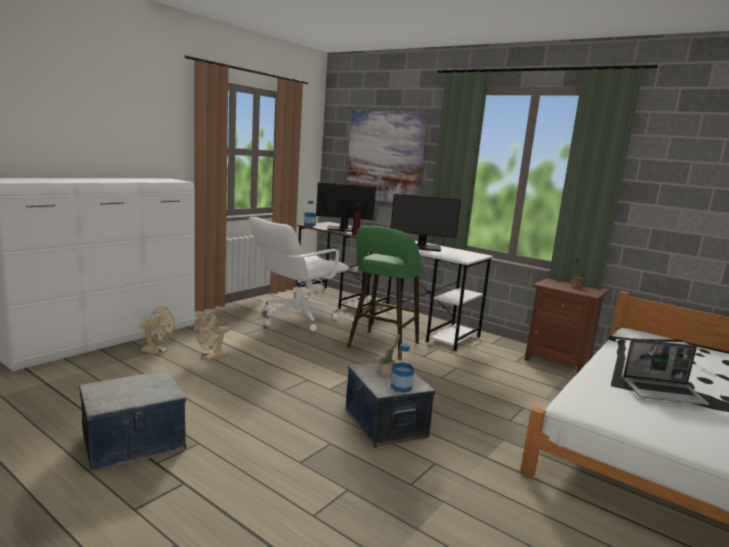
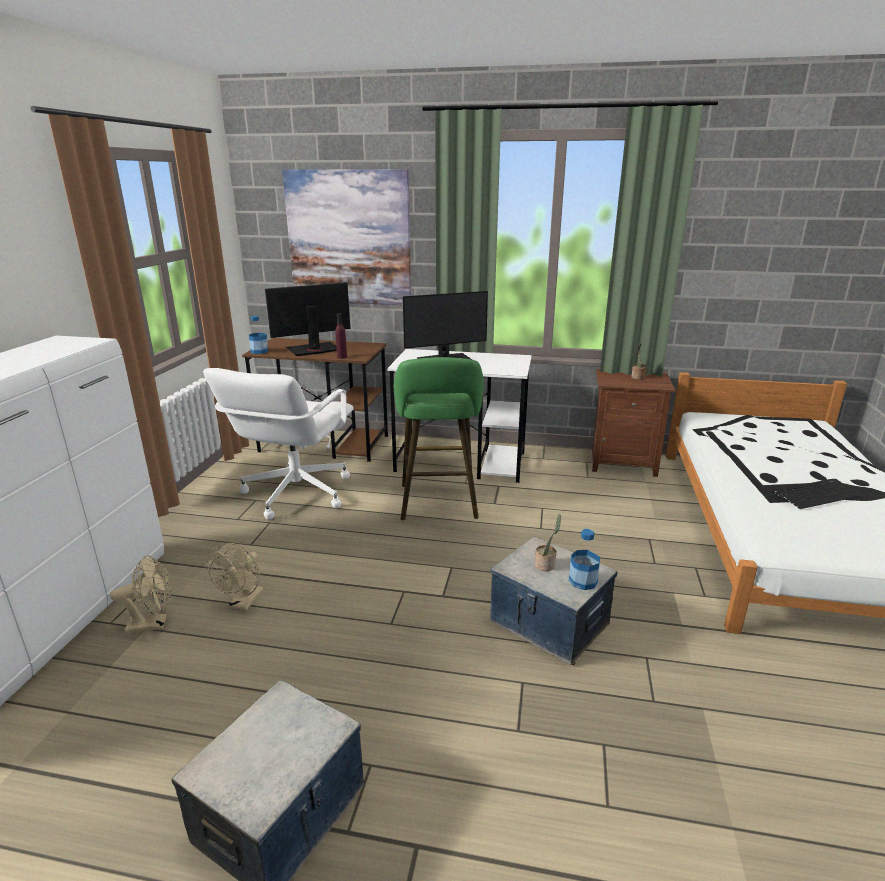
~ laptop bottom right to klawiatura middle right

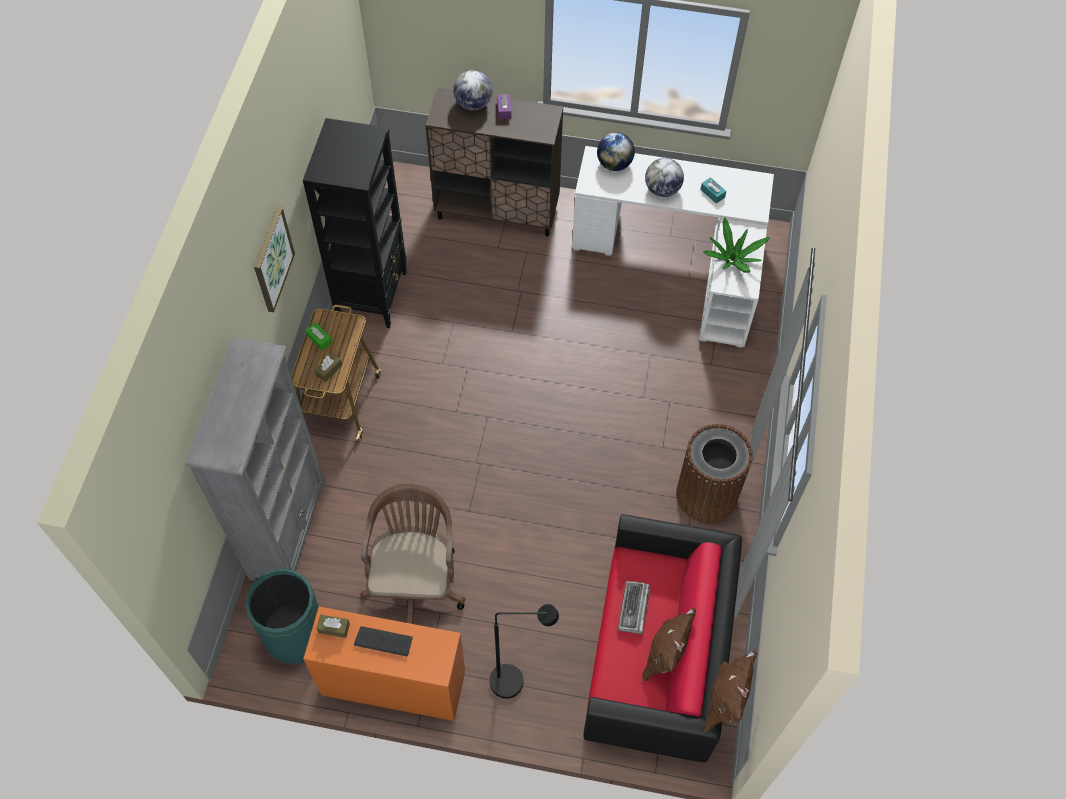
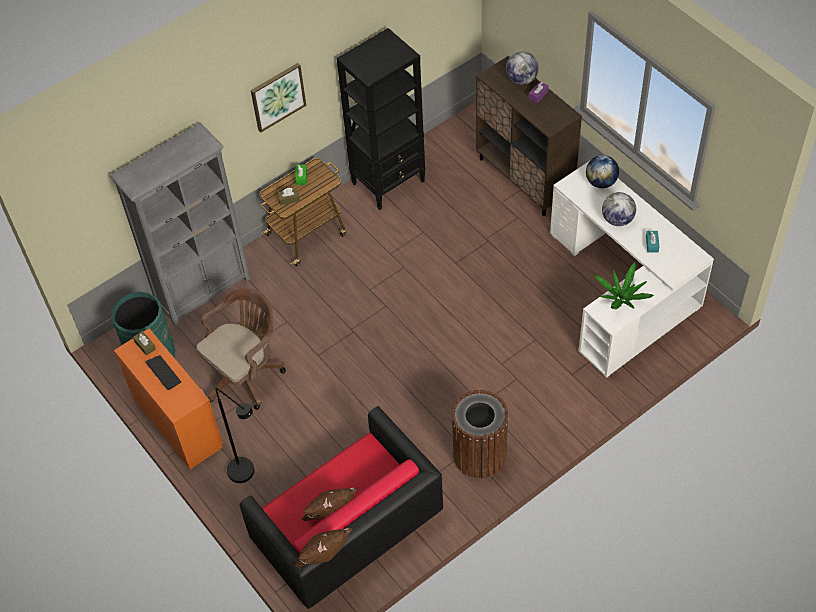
- klawiatura (no. 2 from left) bottom centre

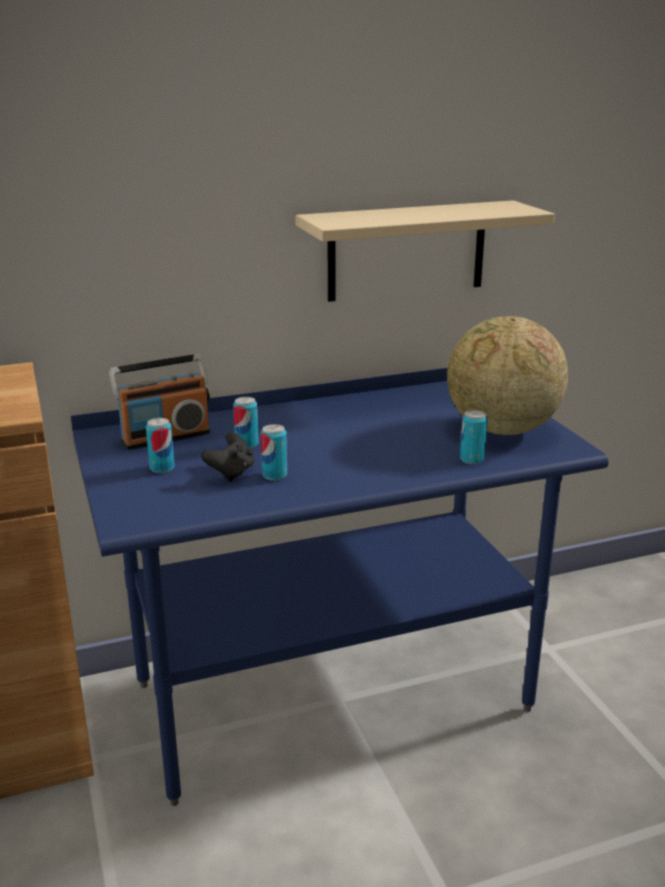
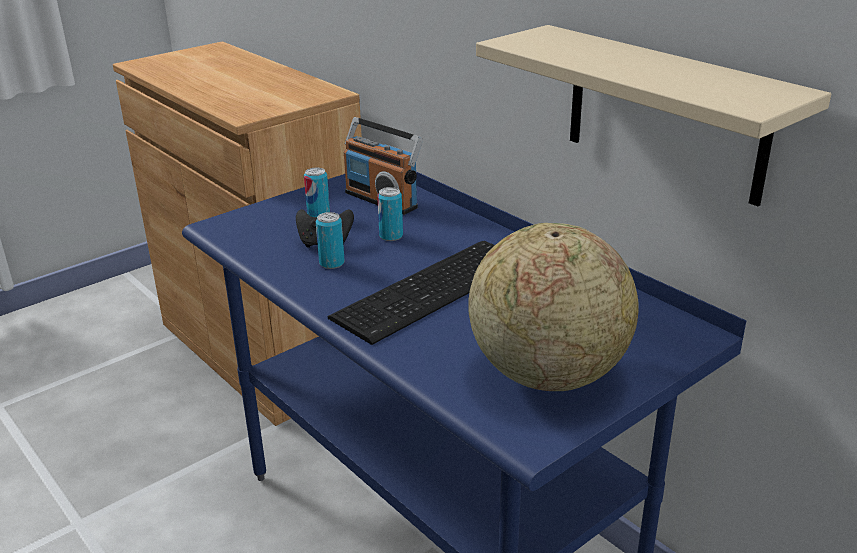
+ klawiatura centre
- puszka (no. 4 from left) middle right

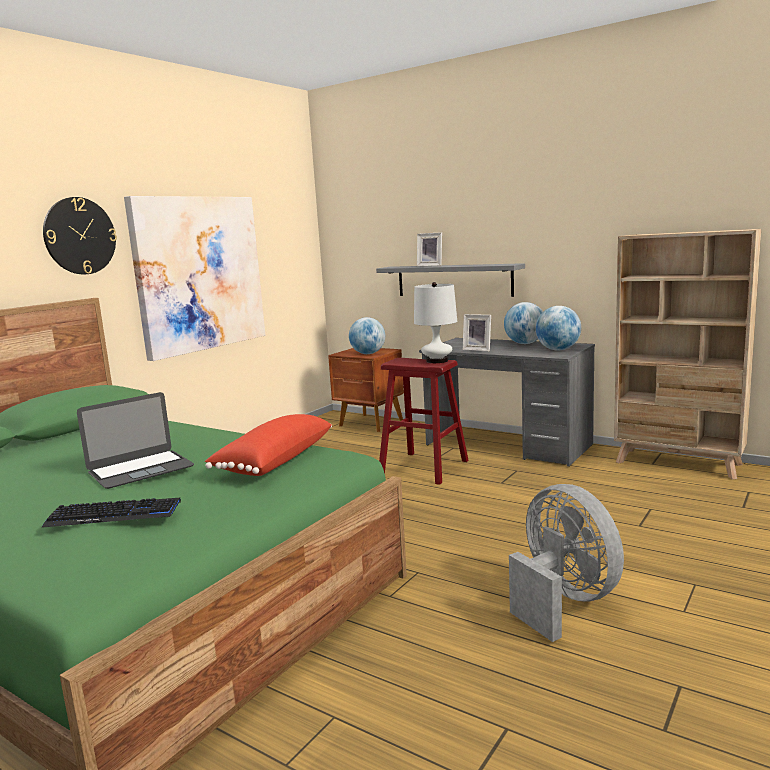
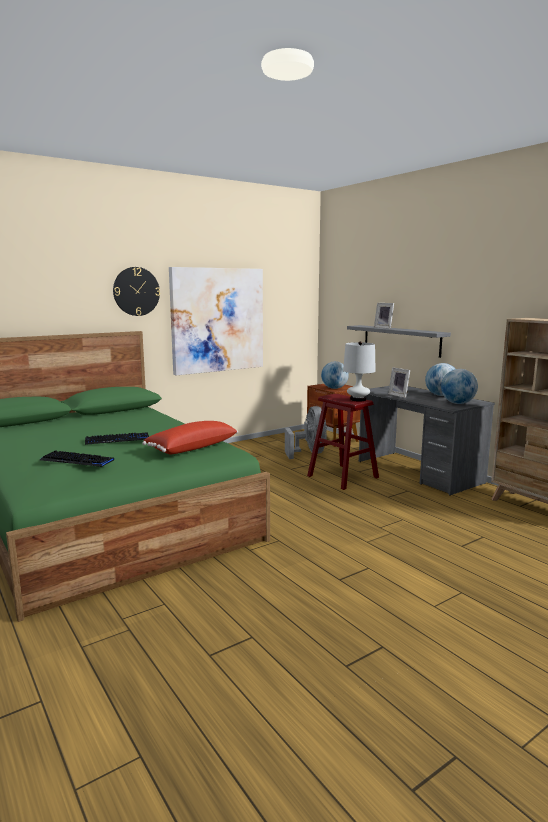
~ laptop middle left to klawiatura (no. 2 from left) middle left
~ wentylator/szary bottom right to centre

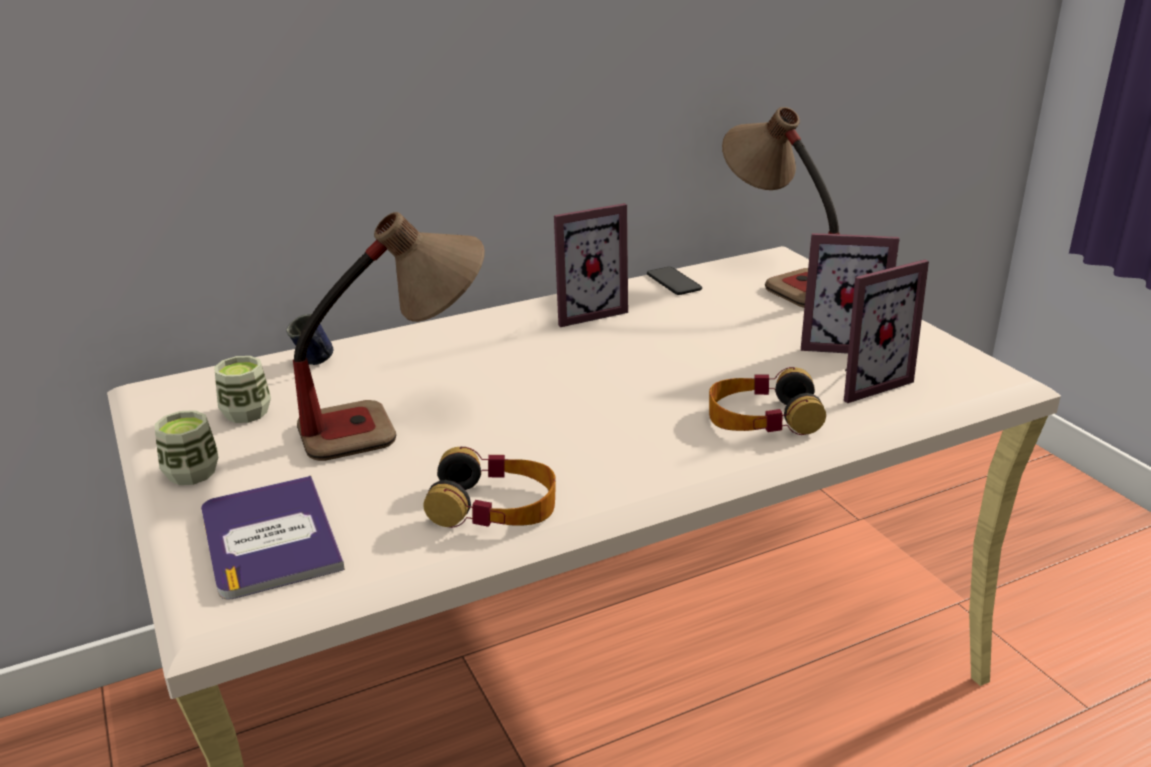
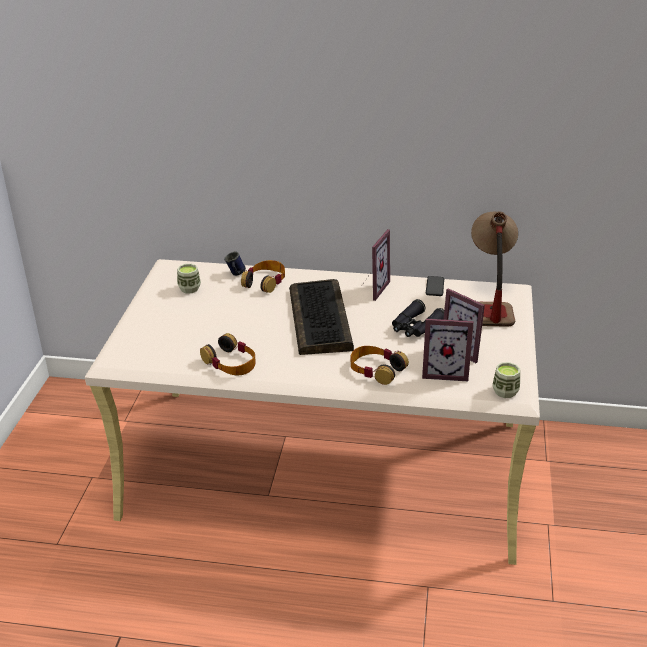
+ słuchawki (no. 2 from left) centre
+ klawiatura centre
~ ramka na zdjęcie (no. 1 from left) centre = centre 75 degrees counterclockwise
+ lornetka/czarny centre
~ filiżanka (no. 1 from left in the first image) middle left to filiżanka (no. 2 from left) middle right
- książka bottom left
- lampa stołowa (no. 1 from left) centre

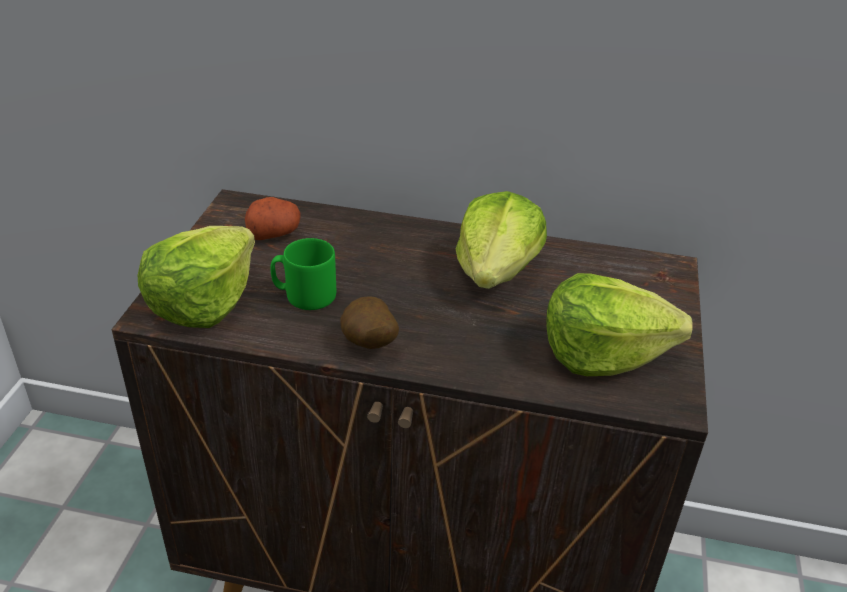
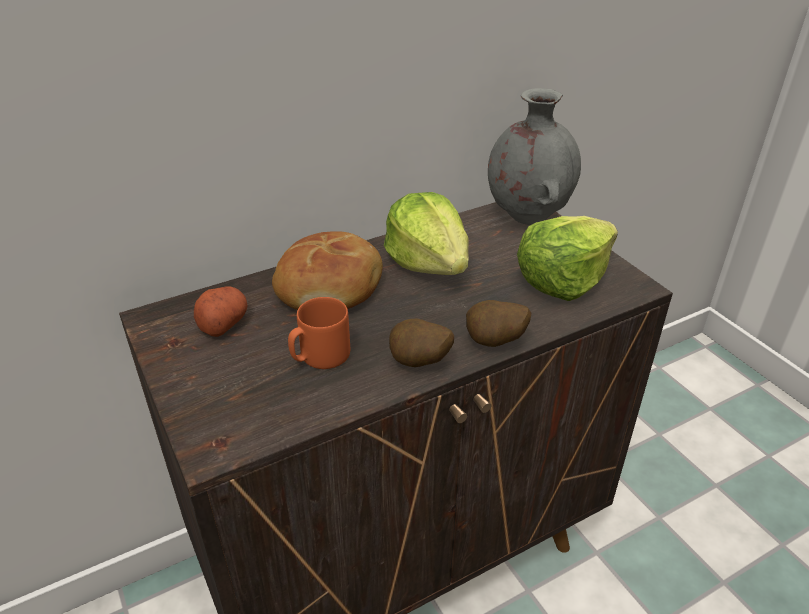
+ chleb centre
~ kubek/zielony centre to kubek/pomarańczowy centre
+ ziemniak (no. 3 from left) centre
+ wazon/szary top centre
- sałata (no. 1 from left) middle left

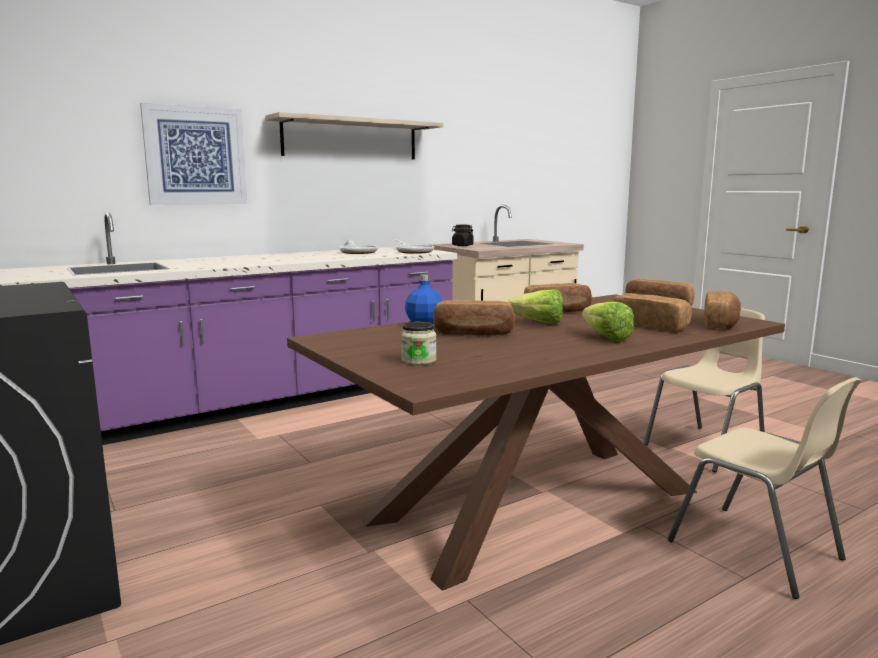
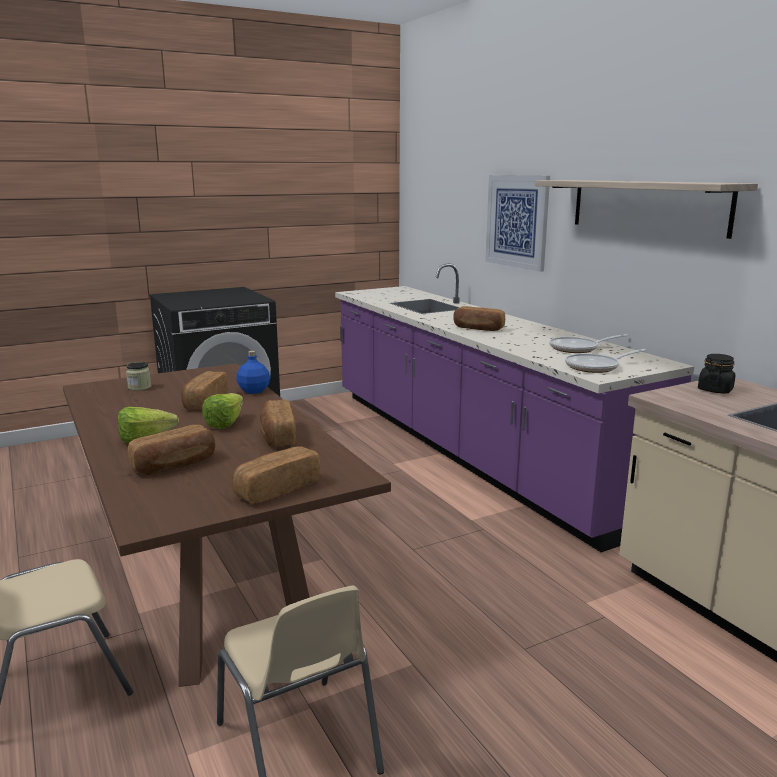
~ chleb (no. 5 from left) middle right to centre

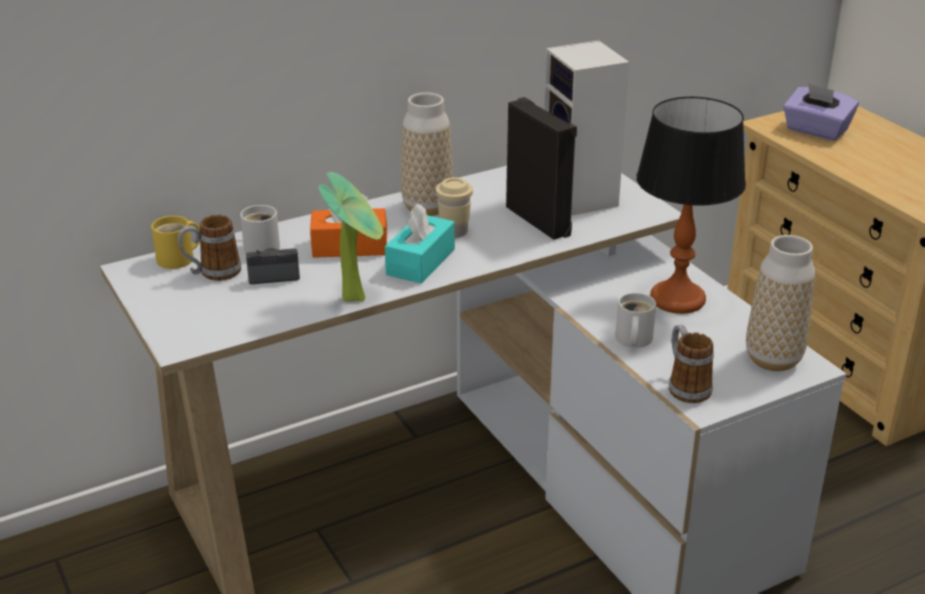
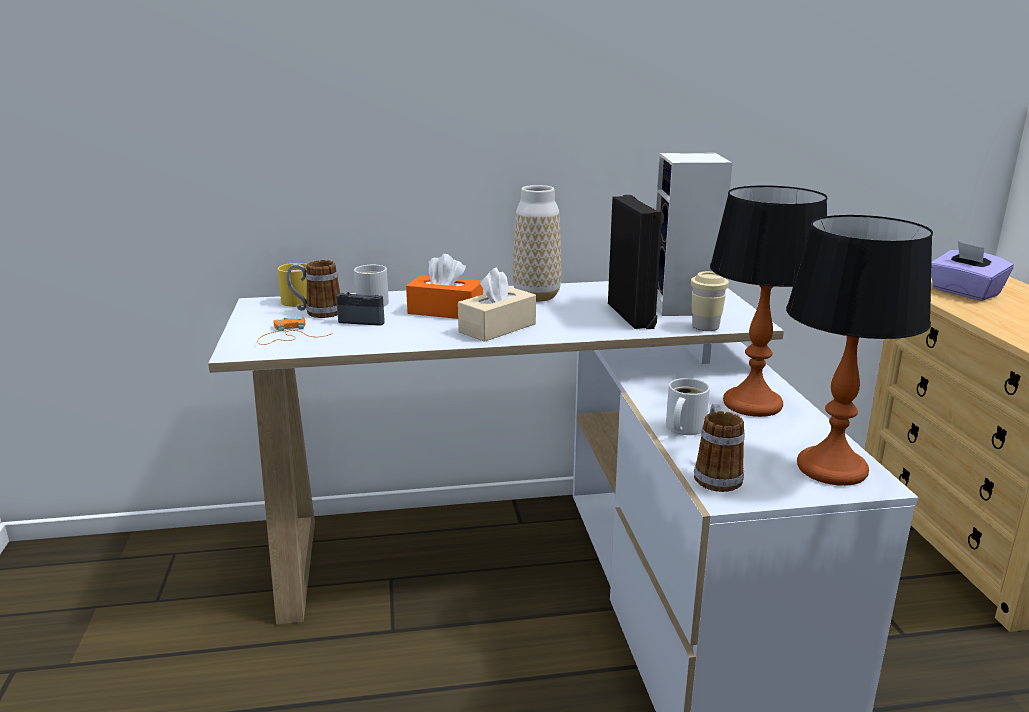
+ pad do gier/pomarańczowy middle left
~ pudełko chusteczek/turkusowy centre to pudełko chusteczek/beżowy centre
~ filiżanka/beżowy centre to middle right
~ wazon (no. 2 from left) middle right to lampa stołowa (no. 2 from left) middle right
- roślina doniczkowa centre

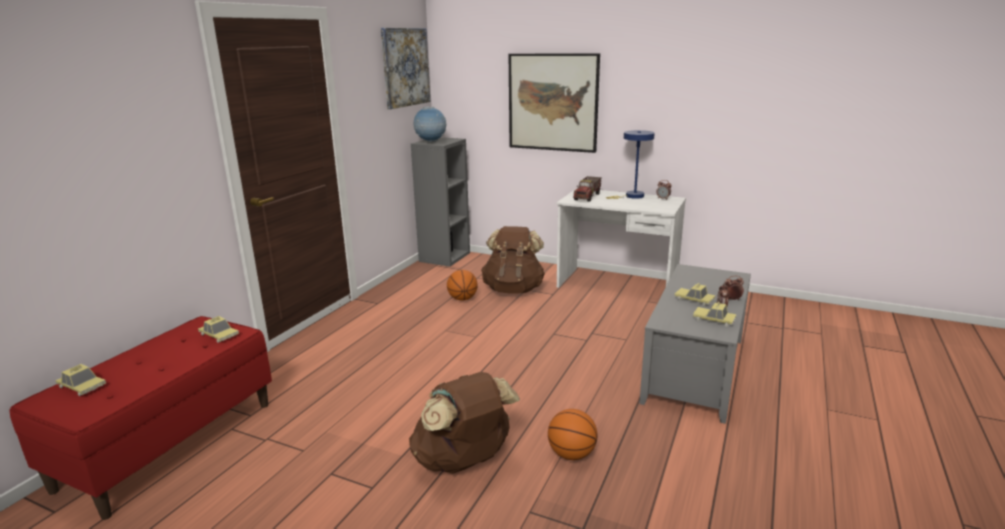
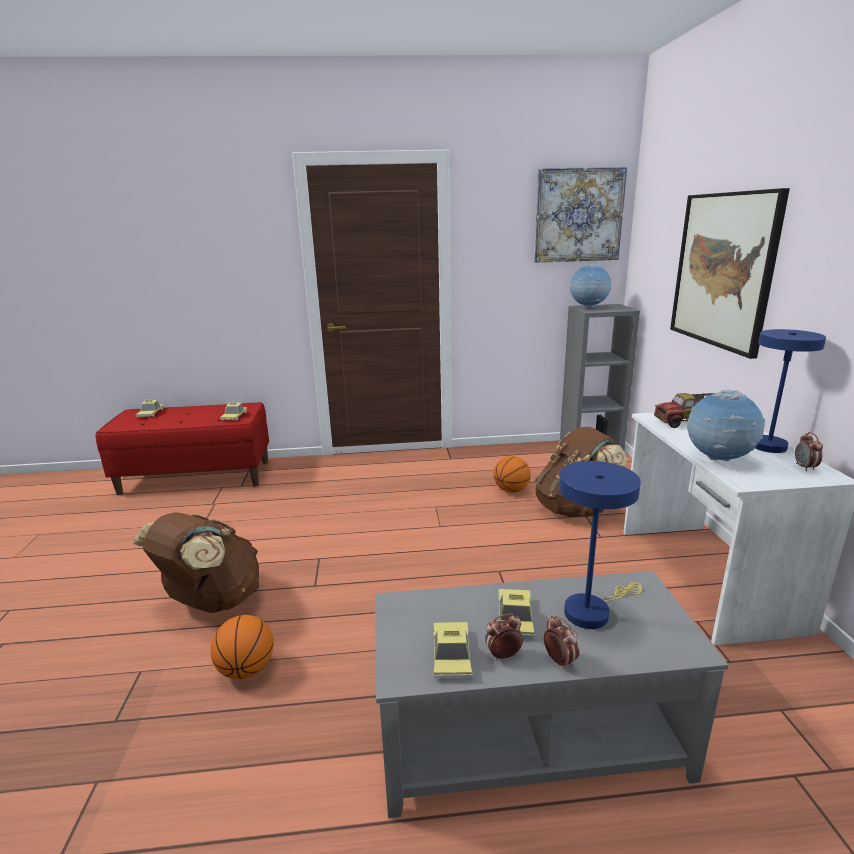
+ lampa stołowa/niebieski (no. 1 from left) middle right
+ globus (no. 2 from left) middle right

